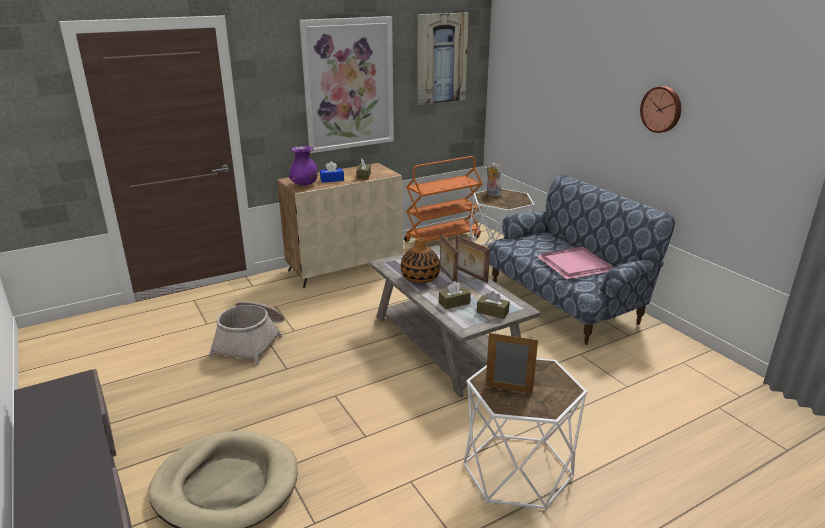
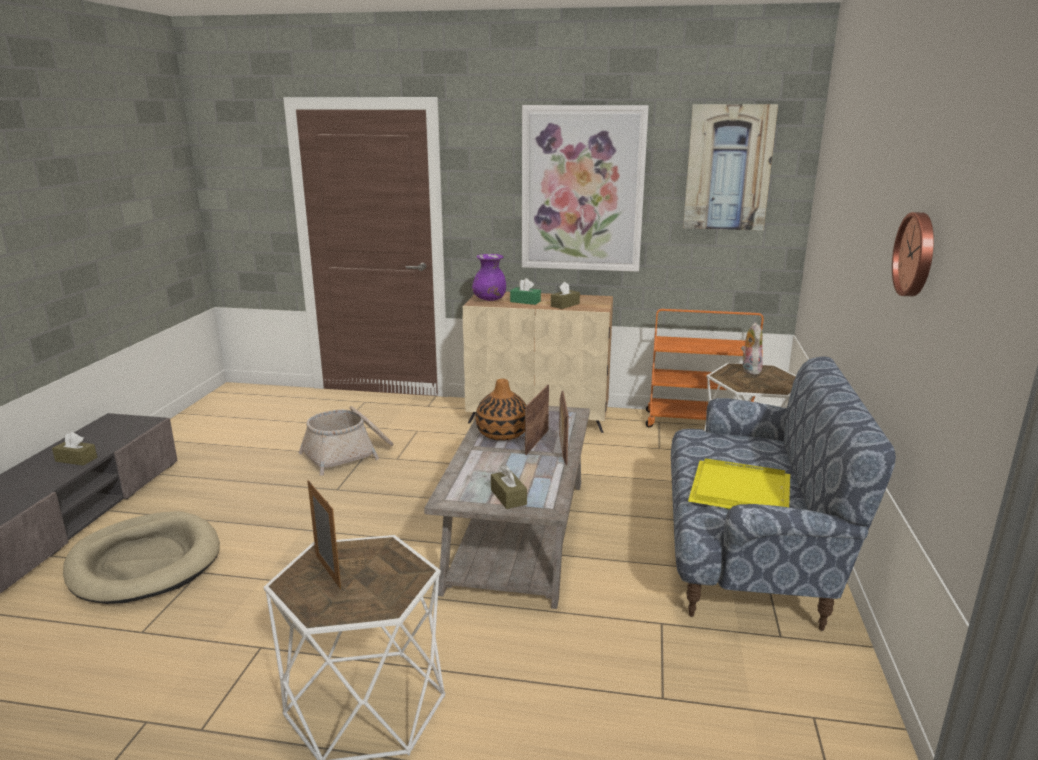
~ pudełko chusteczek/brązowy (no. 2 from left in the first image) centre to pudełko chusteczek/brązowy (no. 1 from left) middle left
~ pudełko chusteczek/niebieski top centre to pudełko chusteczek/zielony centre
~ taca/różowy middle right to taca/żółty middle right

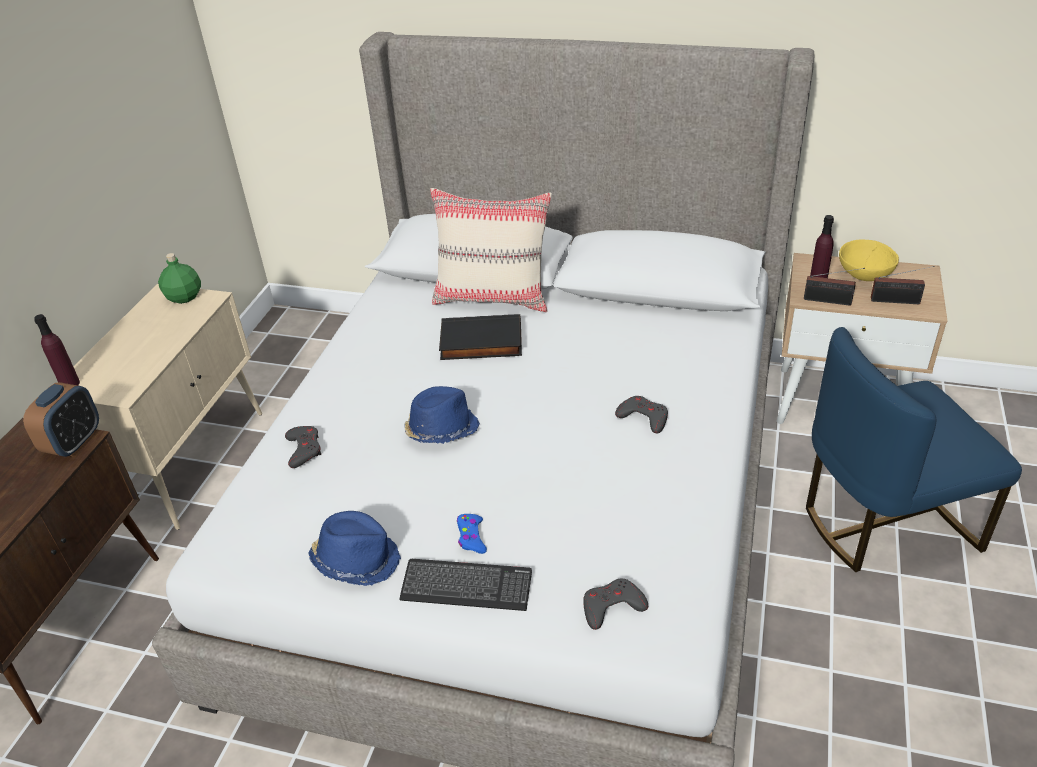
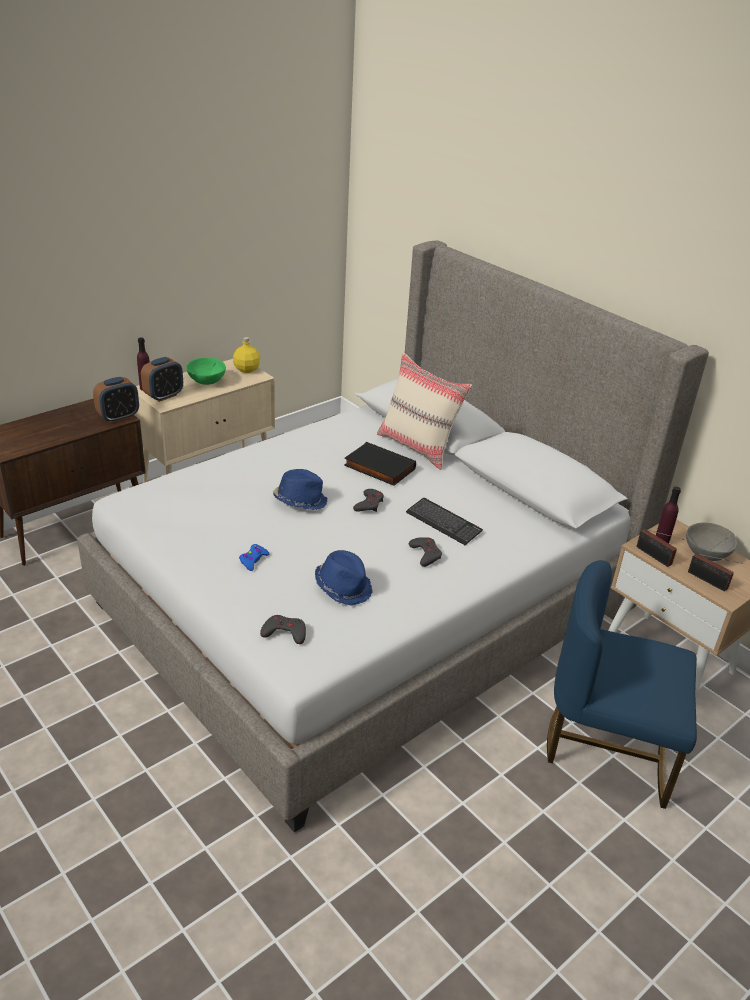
+ budzik (no. 2 from left) middle left
+ miska/zielony middle left
~ butelka/zielony middle left to butelka/żółty middle left
~ kapelusz/niebieski (no. 1 from left in the first image) bottom centre to kapelusz/niebieski (no. 2 from left) centre
~ pad do gier/szary (no. 1 from left in the first image) middle left to pad do gier/szary (no. 2 from left) centre
~ klawiatura bottom centre to centre
~ miska/żółty middle right to miska/szary middle right

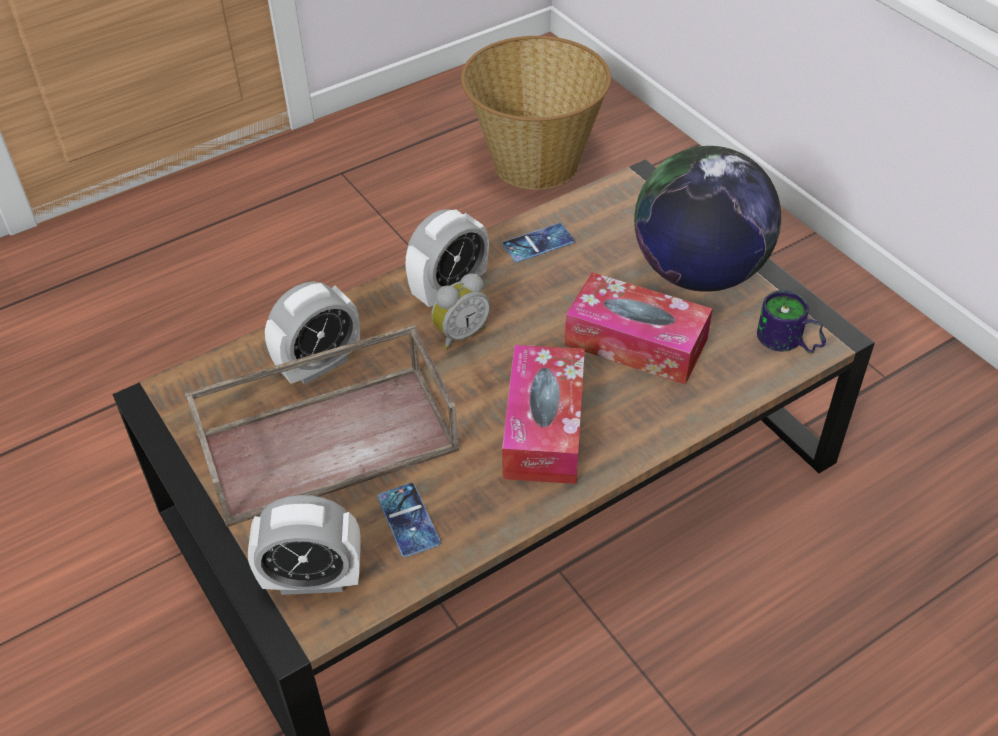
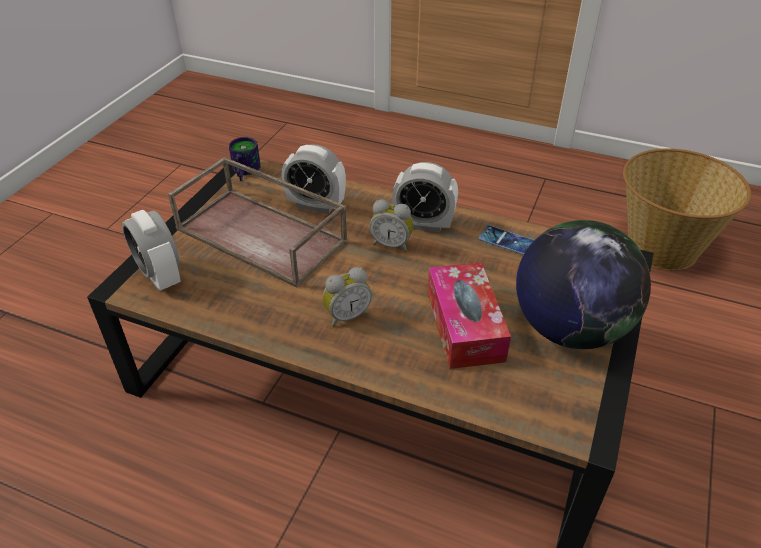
~ kubek middle right to top left
~ pudełko chusteczek (no. 1 from left) centre to budzik (no. 3 from left) centre
- telefon (no. 1 from left) bottom centre

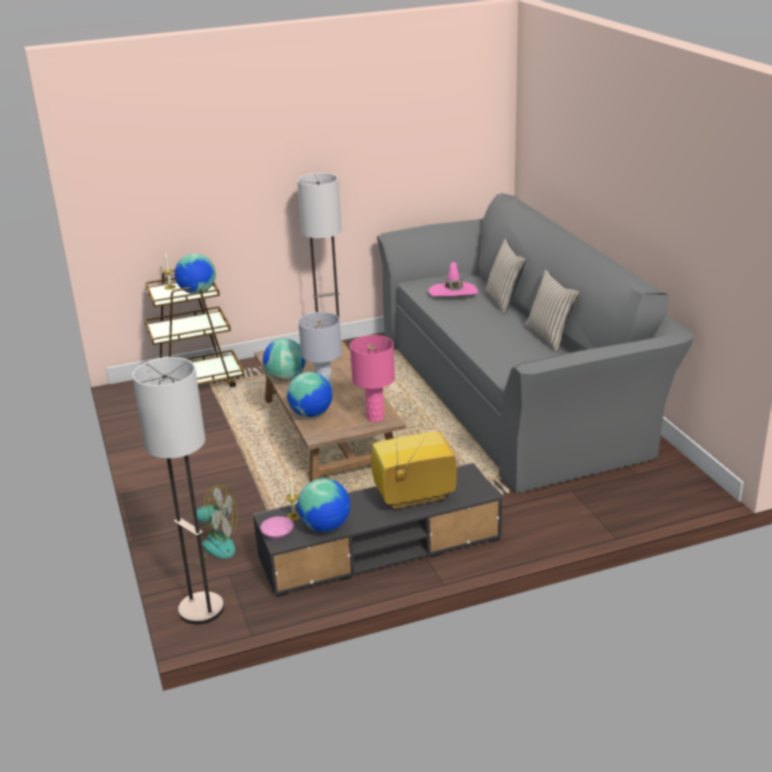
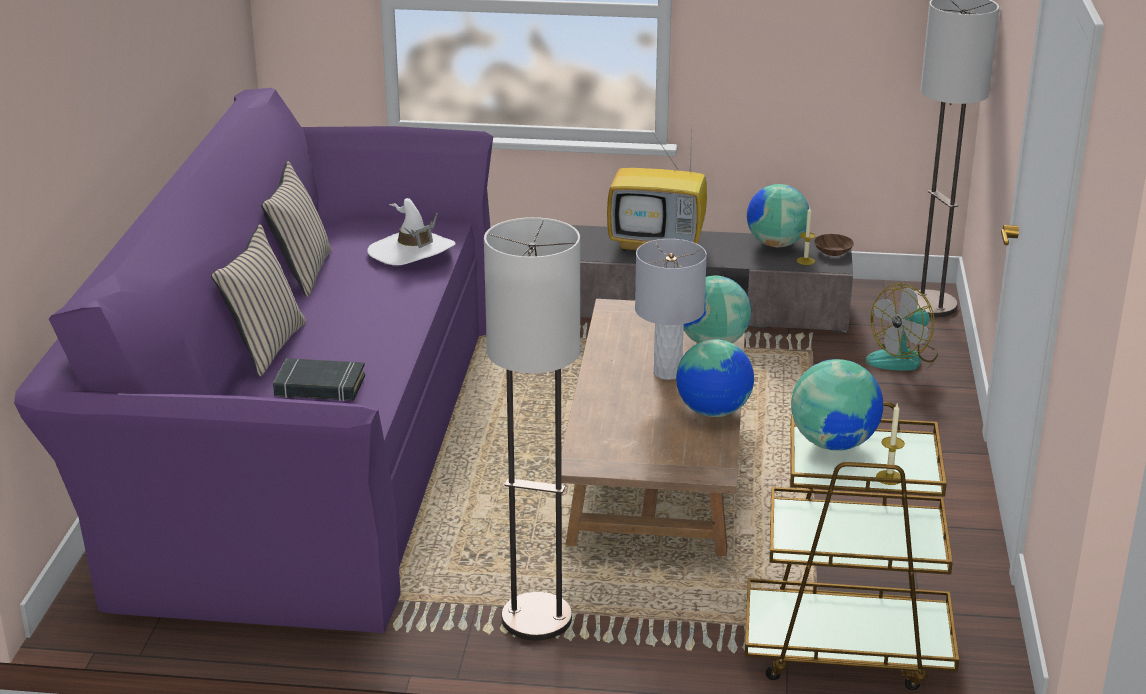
~ kanapa/szary middle right to kanapa/fioletowy middle left
~ kapelusz/różowy centre to książka/czarny middle left
+ kapelusz/biały top centre
~ miska/różowy bottom centre to miska/brązowy middle right
~ wentylator bottom left = middle right 75 degrees counterclockwise
- lampa stołowa/różowy centre

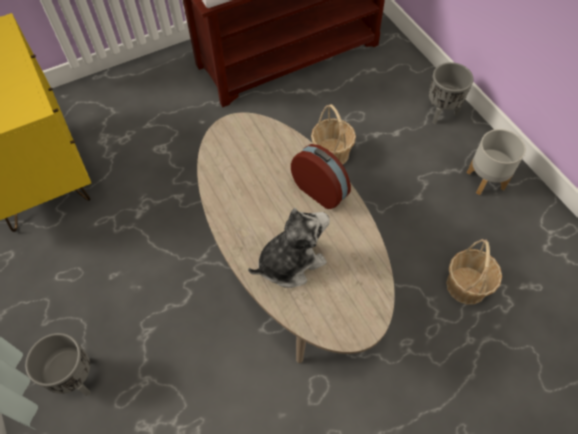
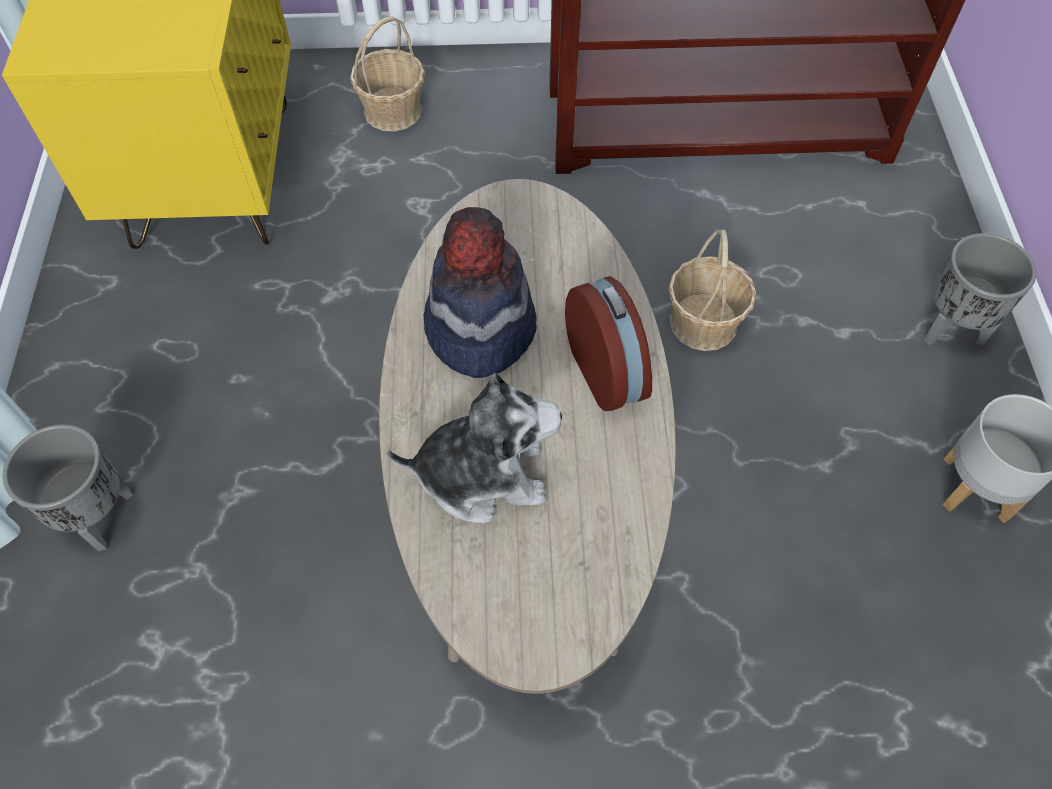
~ koszyk (no. 2 from left in the first image) middle right to koszyk (no. 1 from left) top centre
+ kapelusz centre

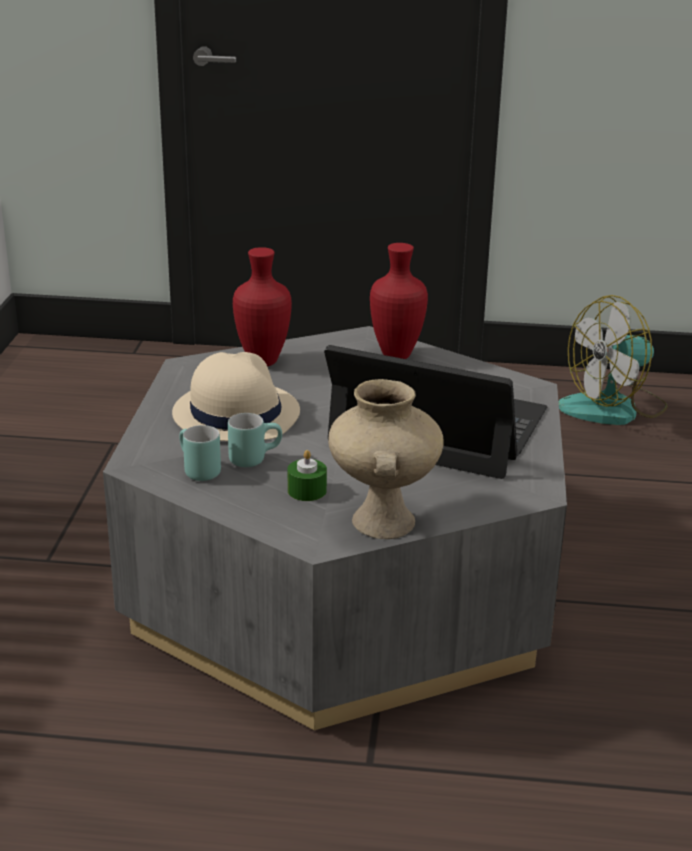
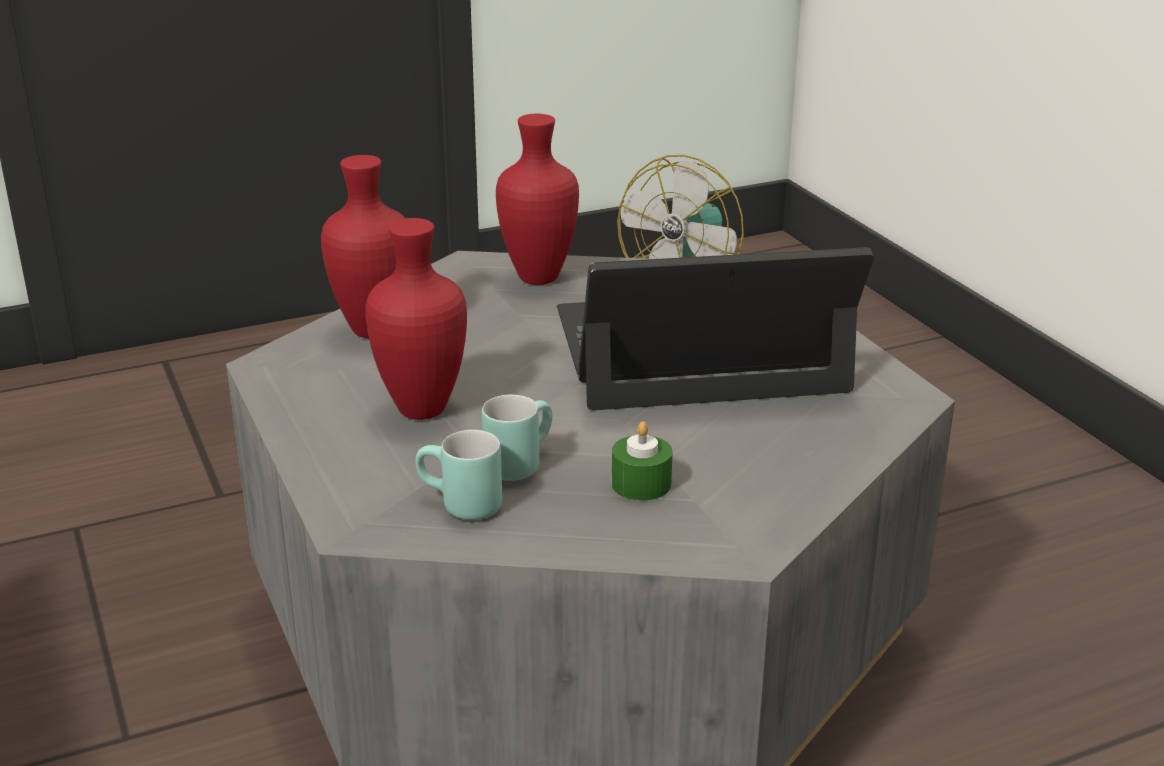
~ kapelusz/beżowy centre to wazon/czerwony (no. 2 from left) centre
- wazon/beżowy centre

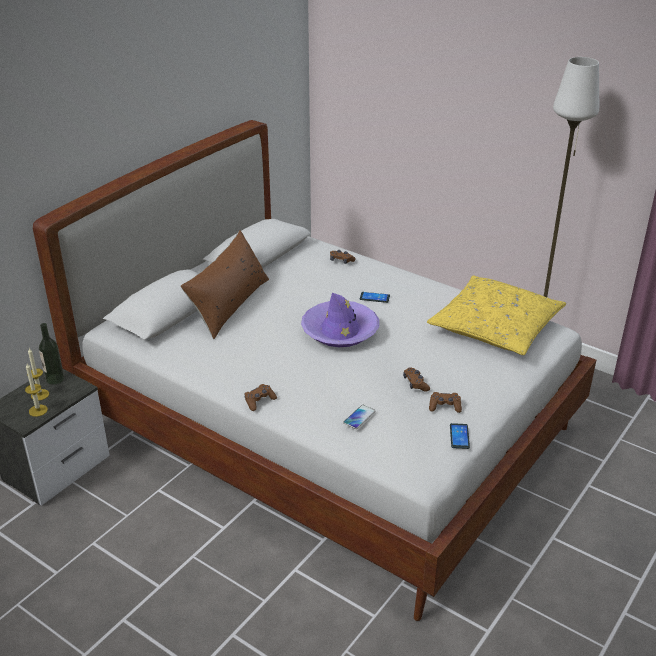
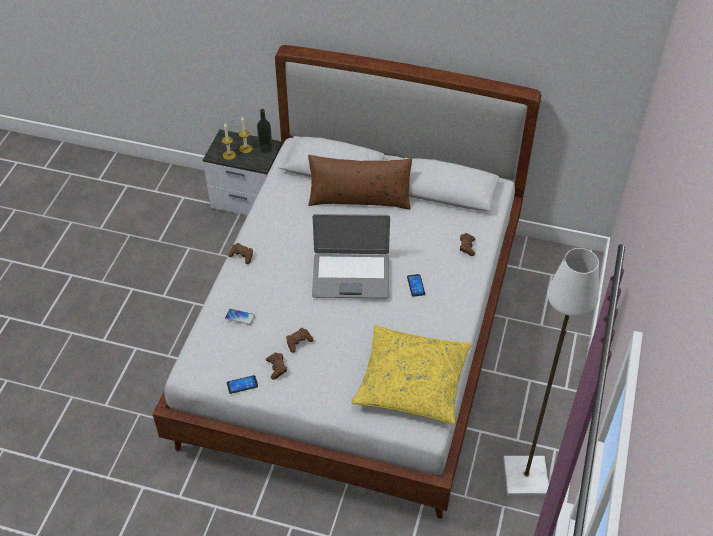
~ kapelusz/fioletowy centre to laptop centre

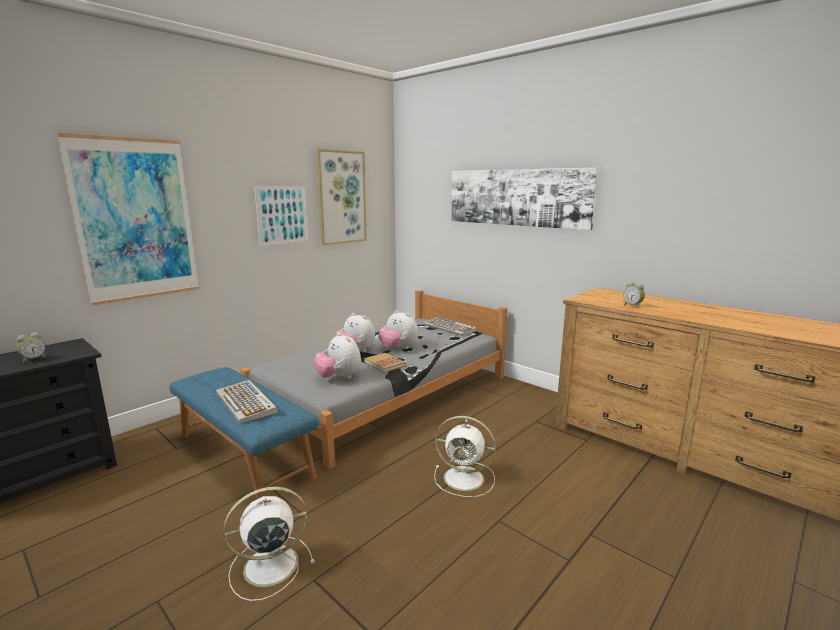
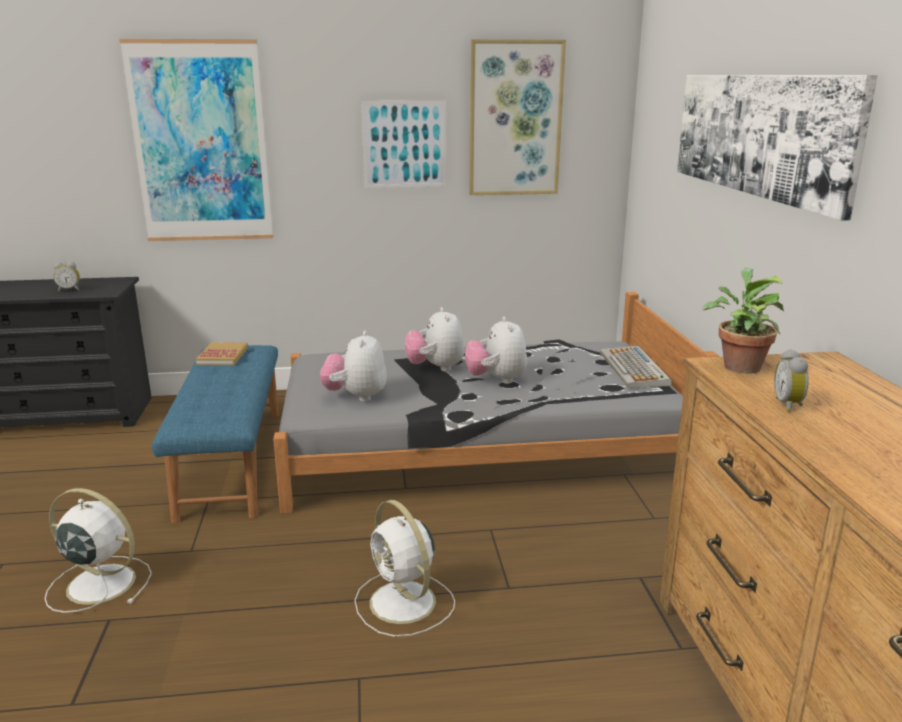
~ książka centre to middle left
+ roślina doniczkowa middle right
- klawiatura (no. 1 from left) middle left

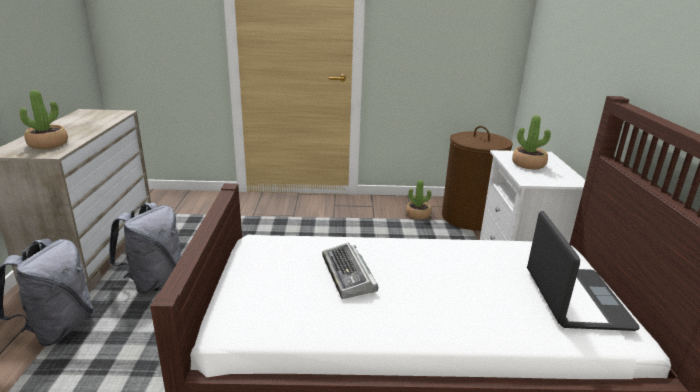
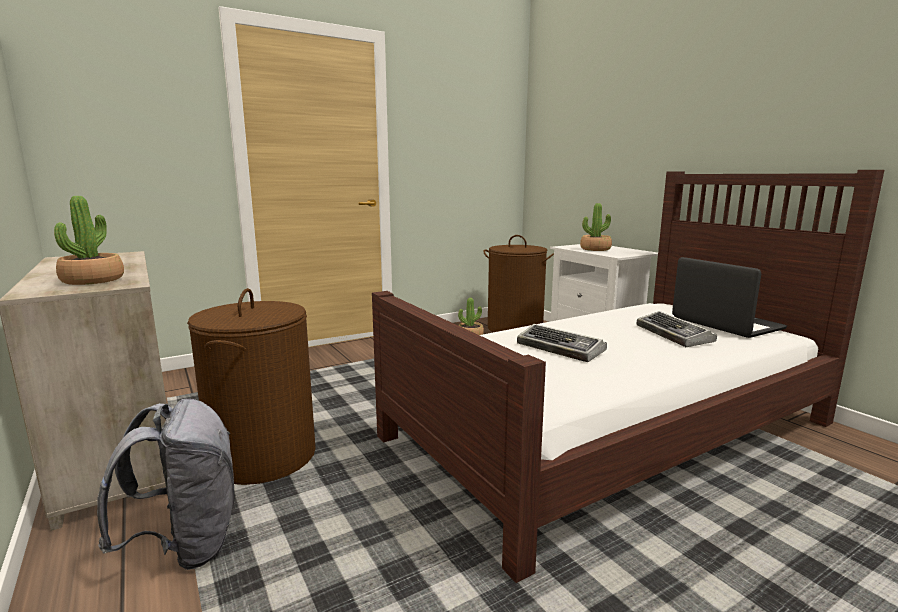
~ plecak/szary (no. 2 from left) middle left to kosz na pranie/brązowy (no. 1 from left) middle left
+ klawiatura (no. 2 from left) middle right

